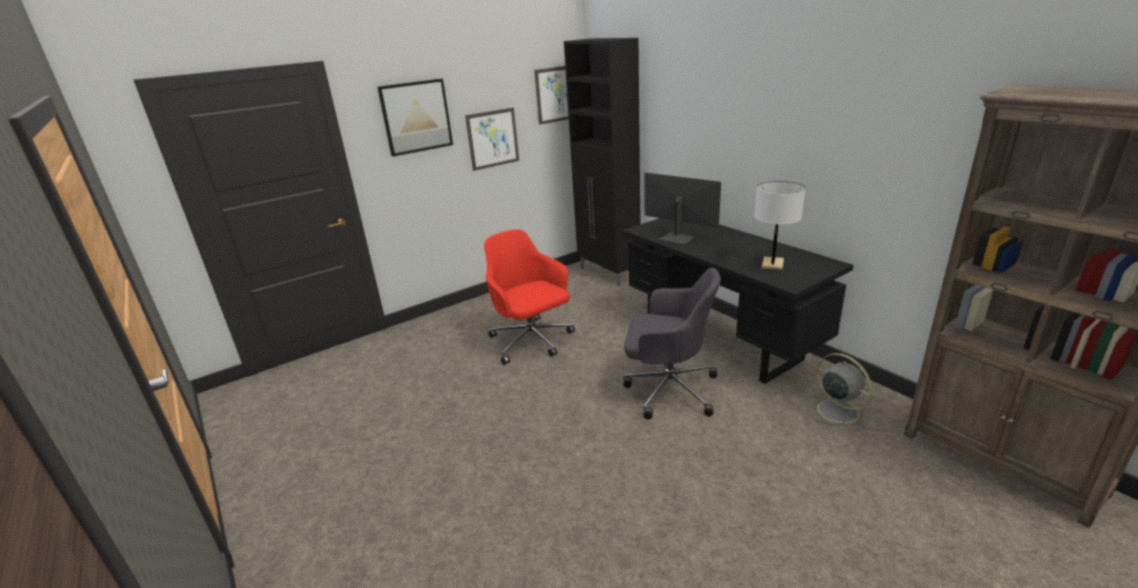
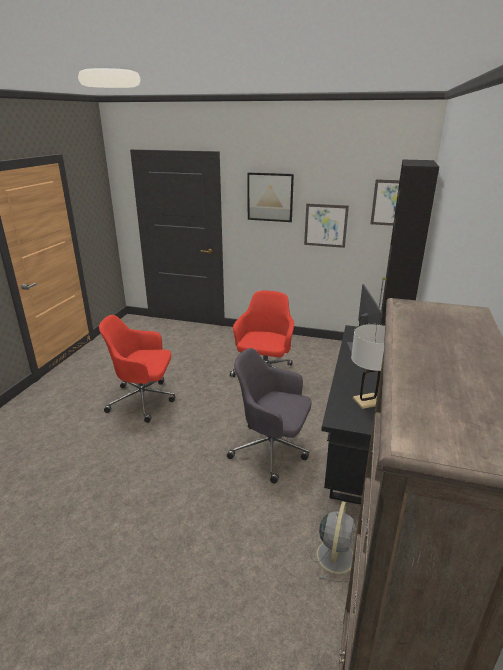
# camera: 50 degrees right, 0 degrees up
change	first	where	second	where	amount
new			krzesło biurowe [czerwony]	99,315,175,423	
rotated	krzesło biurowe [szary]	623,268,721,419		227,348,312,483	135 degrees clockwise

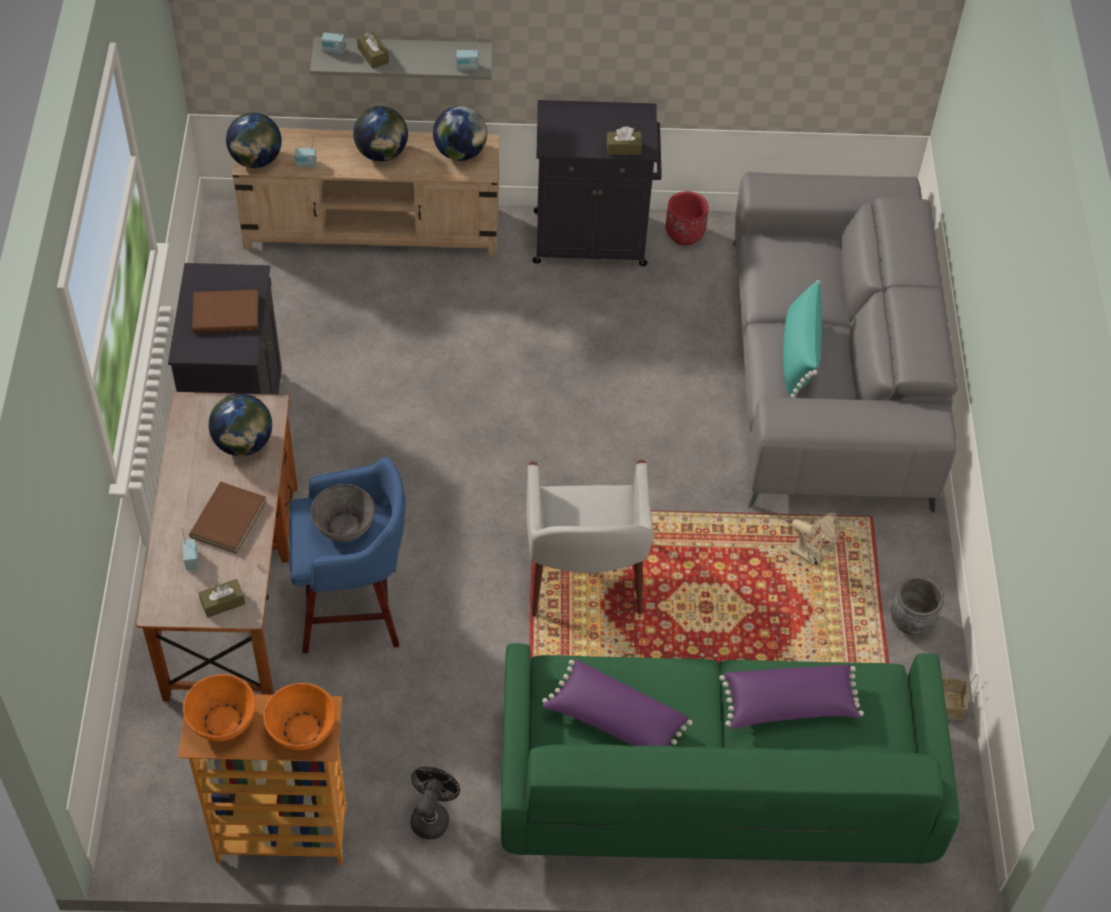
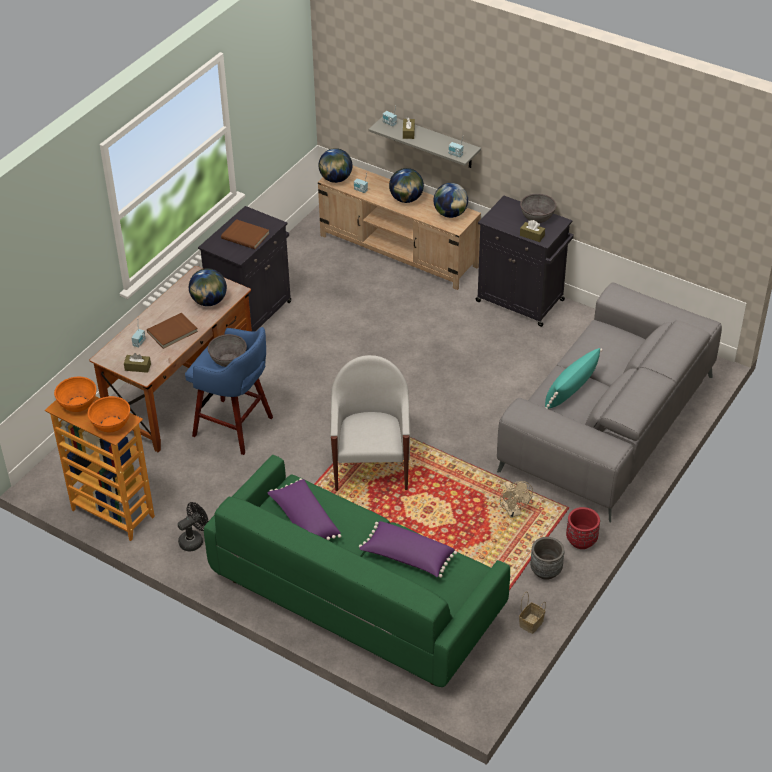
# camera: 35 degrees right, 10 degrees down
change	first	where	second	where	amount
new			miska [szary]	520,194,556,223	
shifted	donica [czerwony]	665,191,709,246		566,507,600,549	
rotated	fotel [biały]	526,460,654,617		330,355,411,491	150 degrees clockwise

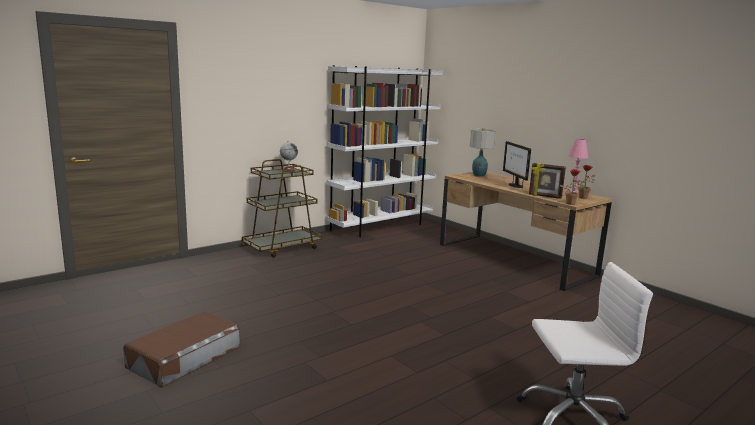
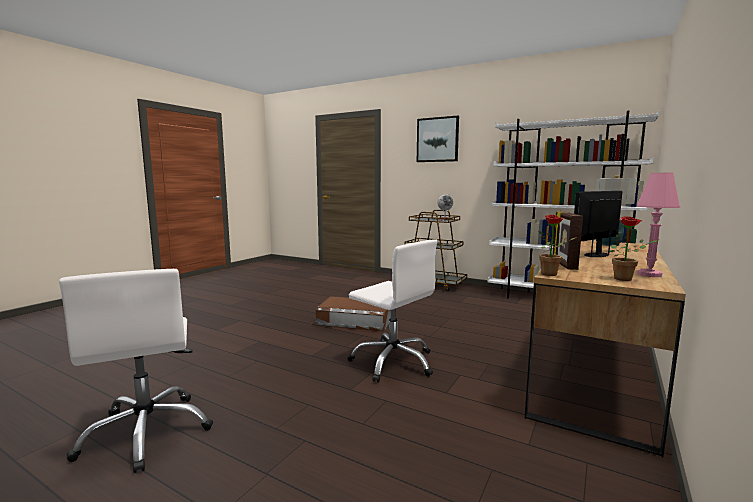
# camera: 70 degrees right, 5 degrees down
change	first	where	second	where	amount
new			krzesło biurowe [biały]	347,239,437,383	
new			obraz	417,116,459,162	
shifted	pojemnik do przechowywania [brązowy]	123,311,240,388		316,296,391,331	

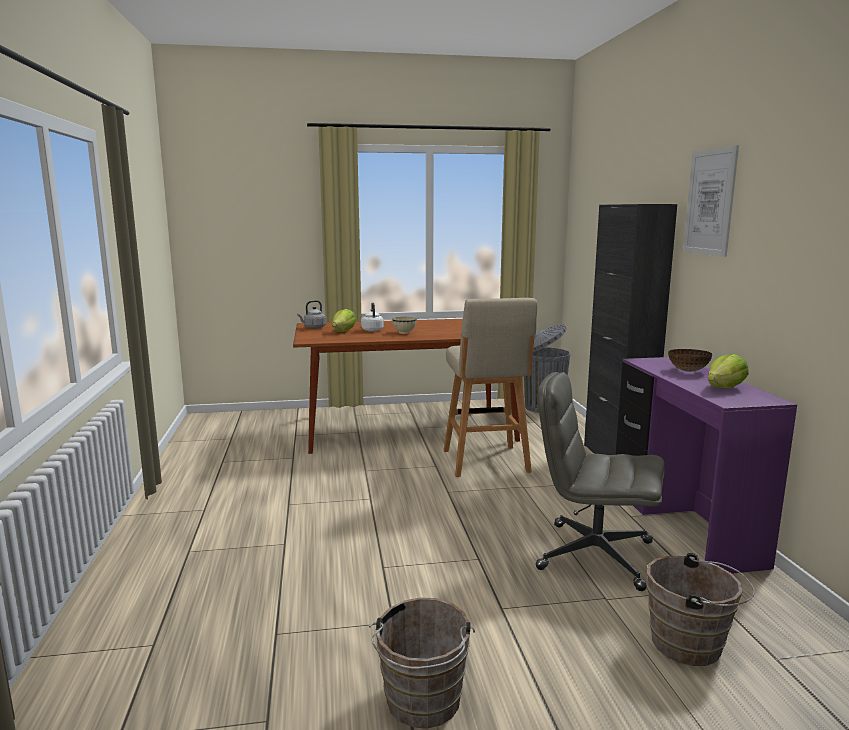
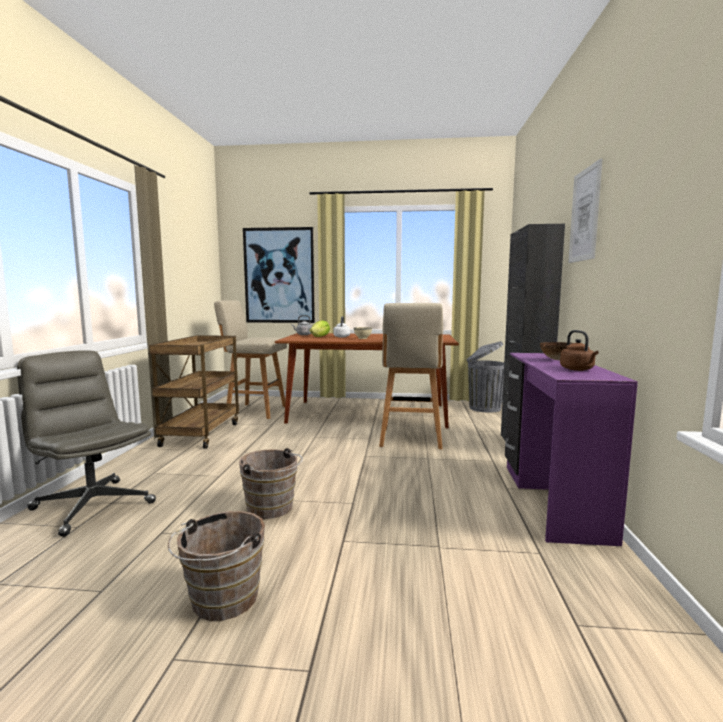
# camera: 15 degrees right, 5 degrees down
change	first	where	second	where	amount
new			wózek [brązowy]	149,335,239,449	
new			stołek [beżowy]	214,300,287,419	
new			obraz	243,227,315,323	
shifted	krzesło biurowe [szary]	536,372,665,591		17,350,156,537	
shifted	wiadro [brązowy]	646,553,755,666		239,448,303,519	
swapped	sałata	708,354,749,388	czajnik [brązowy]	560,330,598,371	

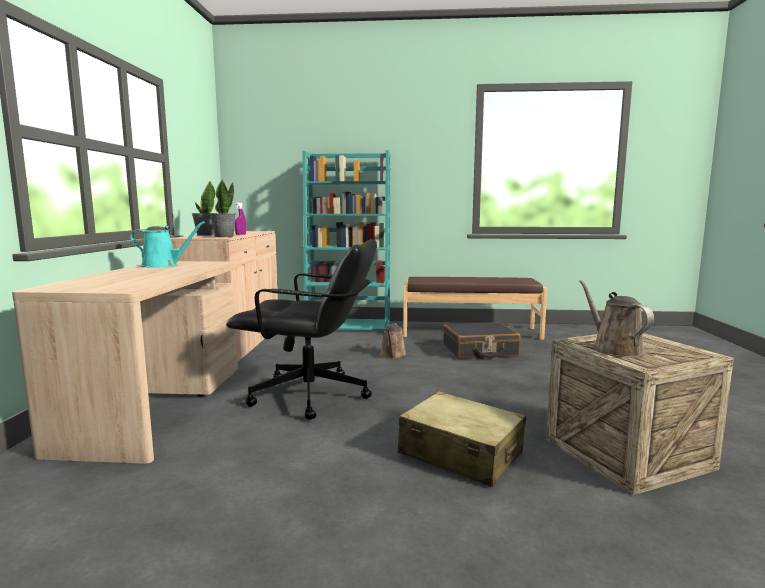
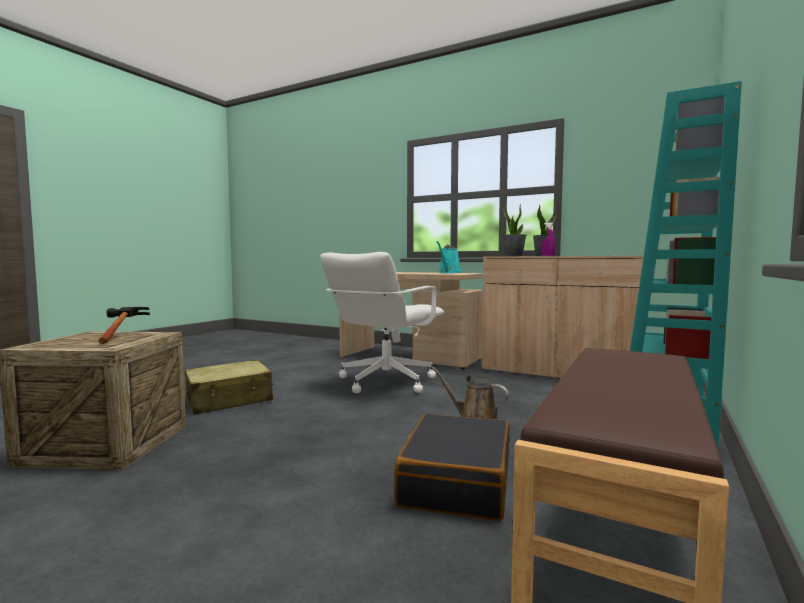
# camera: 115 degrees right, 5 degrees down
change	first	where	second	where	amount
swapped	konewka [brązowy]	579,280,654,358	młotek	99,307,150,344	
repainted	krzesło biurowe [czarny]	226,239,377,420	krzesło biurowe [biały]	320,252,444,393	

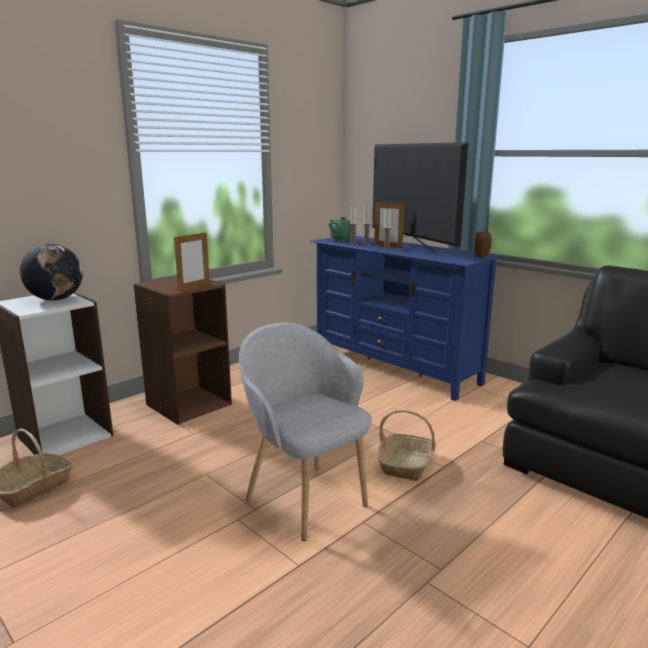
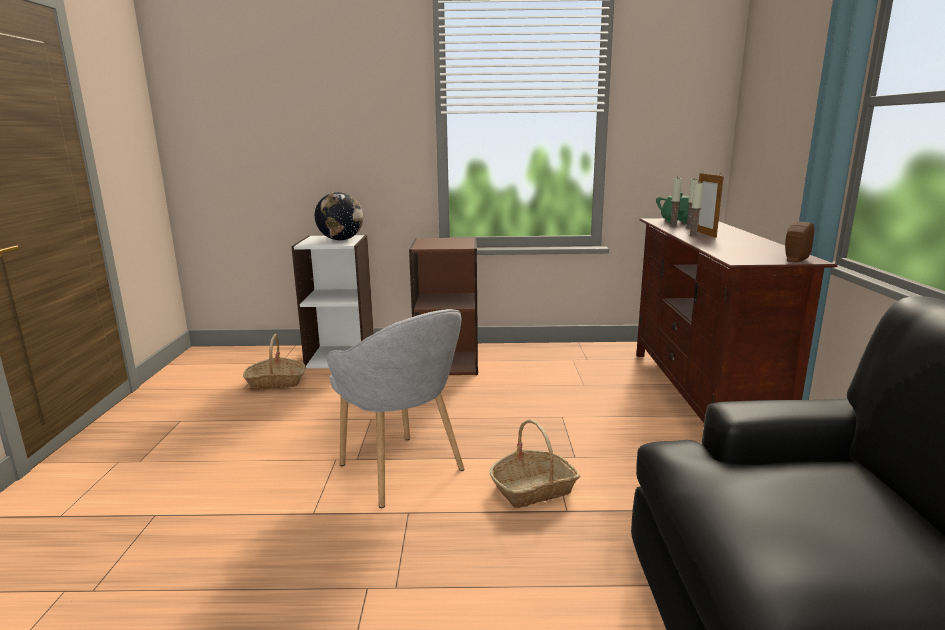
# camera: 45 degrees right, 0 degrees up
change	first	where	second	where	amount
gone	ramka na zdjęcie	174,232,210,291			
gone	telewizor	373,142,468,255			
repainted	szafka pod telewizor [niebieski]	310,236,504,401	szafka pod telewizor [brązowy]	636,218,837,423	
rotated	fotel [szary]	239,323,372,541		327,309,465,508	135 degrees clockwise

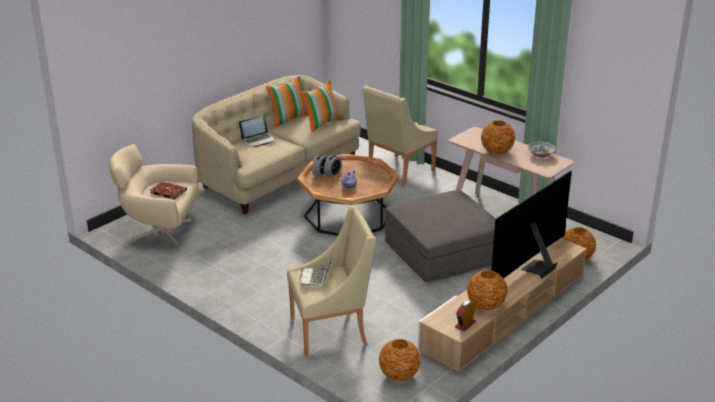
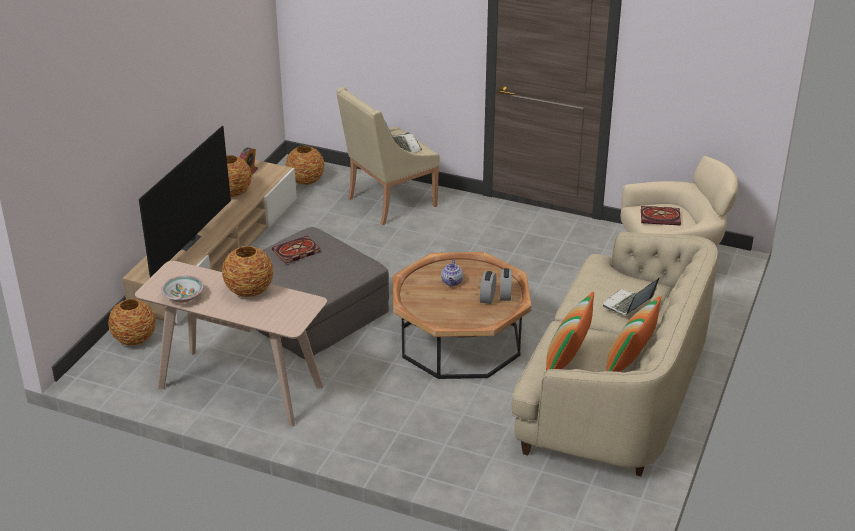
# camera: 160 degrees right, 5 degrees up
change	first	where	second	where	amount
gone	fotel [beżowy]	363,85,438,187			
new			książka	272,236,321,264	

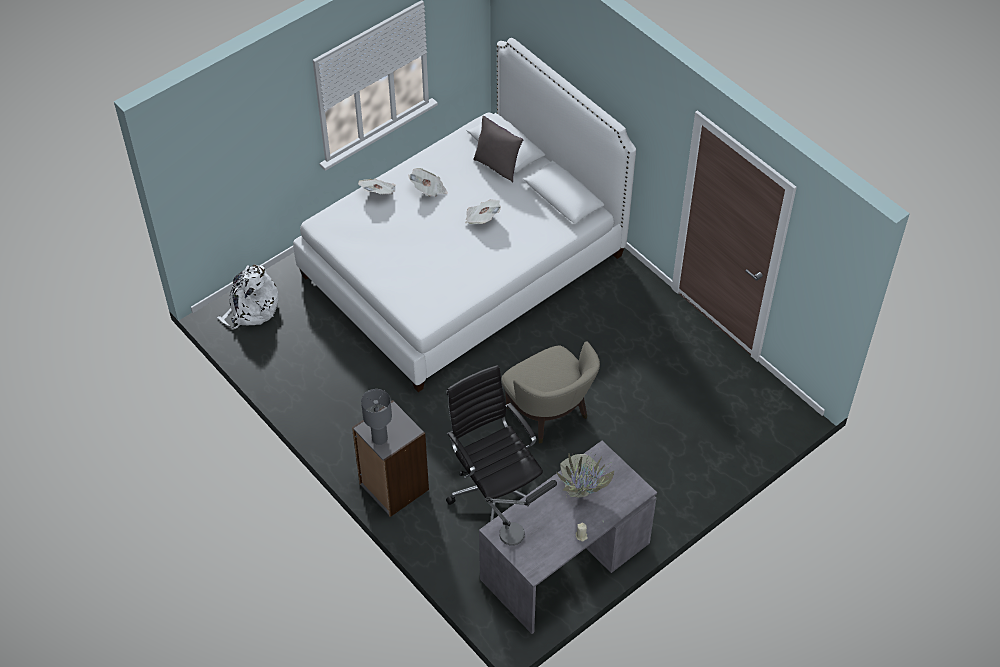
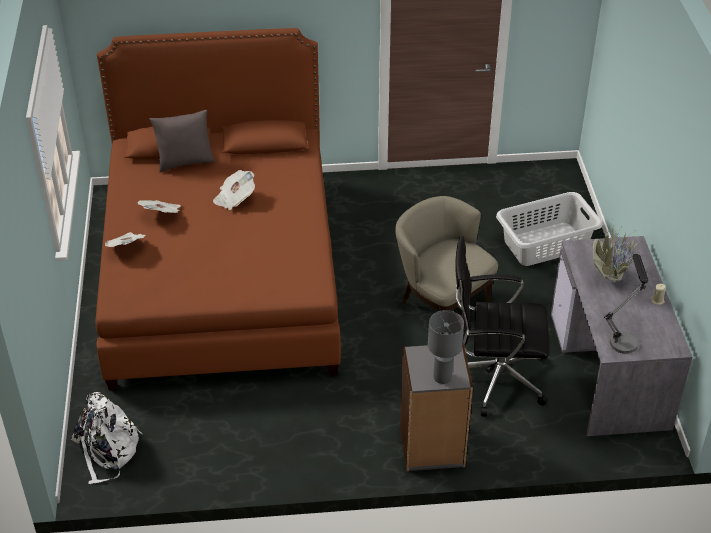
# camera: 55 degrees left, 10 degrees down
change	first	where	second	where	amount
new			kosz na pranie [szary]	496,192,602,266	
repainted	łóżko [biały]	293,38,636,392	łóżko [brązowy]	95,28,341,391	
rotated	fotel [beżowy]	501,342,600,443		395,196,498,334	135 degrees counterclockwise

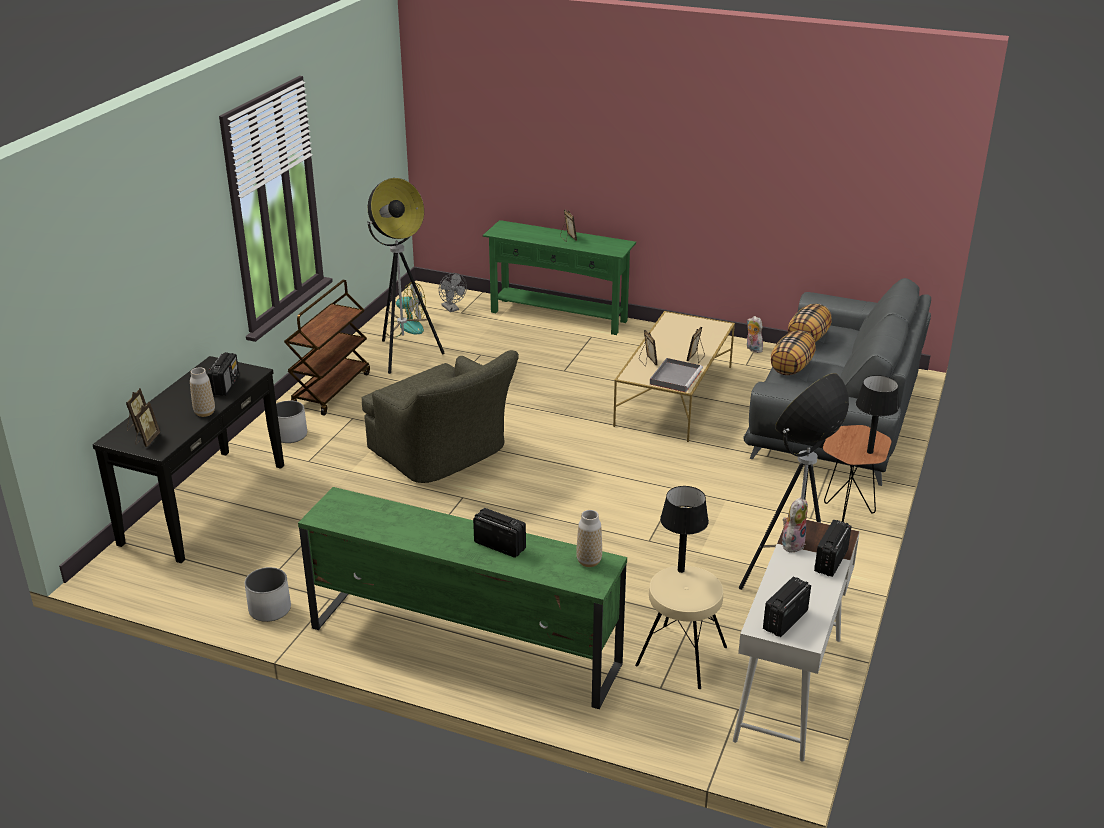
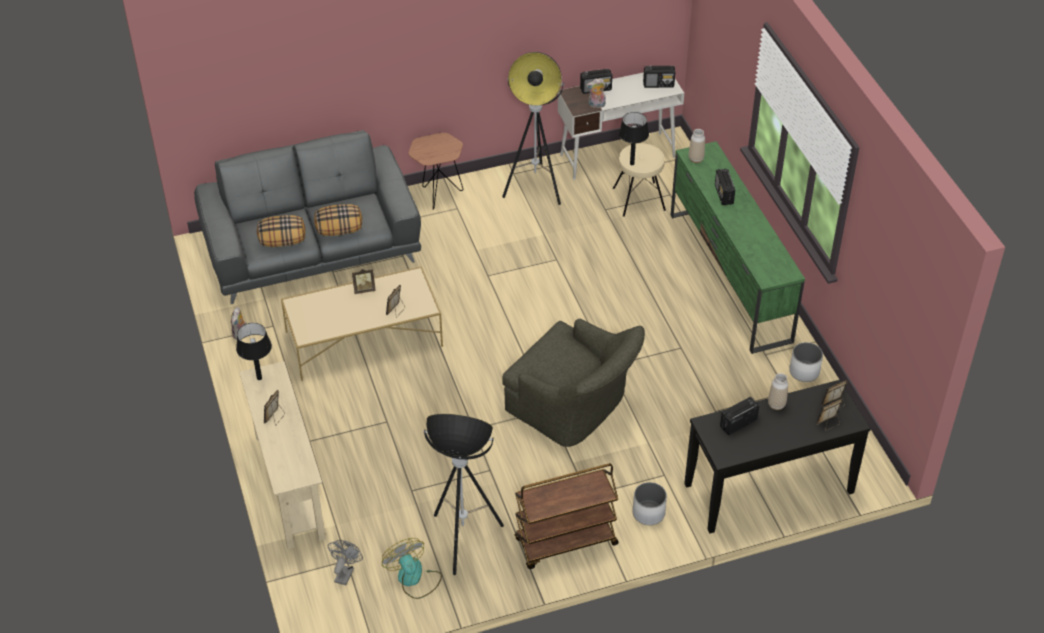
# camera: 130 degrees left, 15 degrees up
change	first	where	second	where	amount
gone	taca [szary]	650,358,703,392			
shifted	lampa stołowa [czarny]	856,375,899,454		236,323,272,380	
repainted	stolik konsolowy [zielony]	483,220,636,335	stolik konsolowy [beżowy]	239,361,326,549	
rotated	fotel [zielony]	362,350,519,483		502,319,645,447	120 degrees clockwise

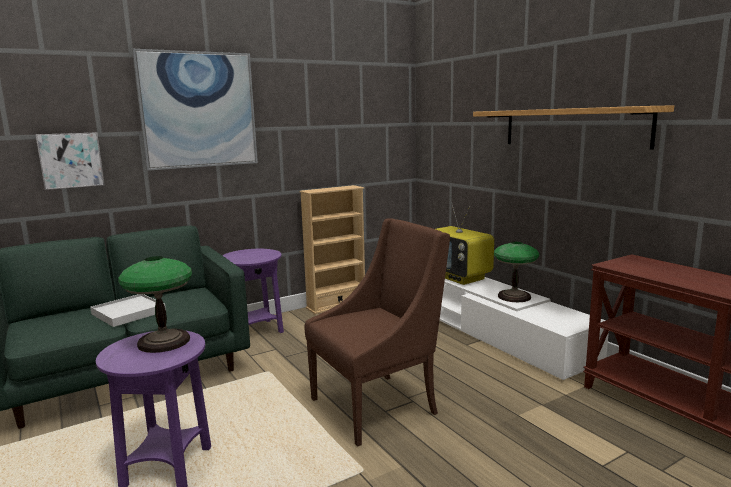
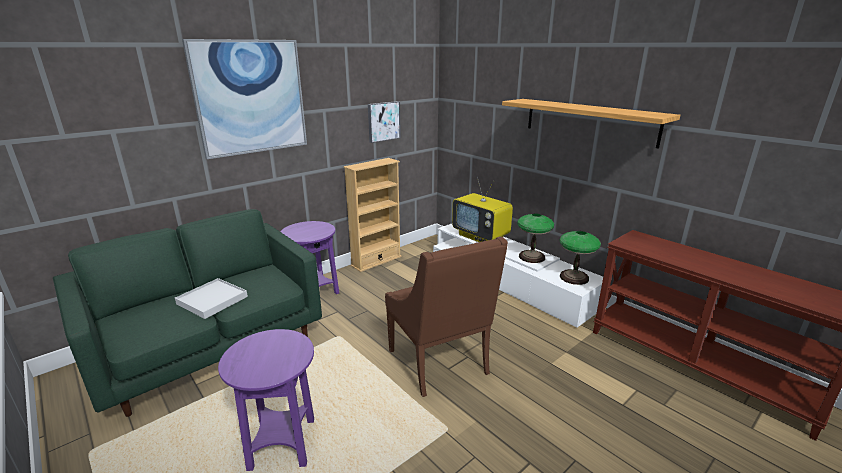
# camera: 10 degrees left, 10 degrees up
change	first	where	second	where	amount
shifted	obraz	36,132,105,190		368,101,401,143	
shifted	lampa stołowa	118,256,192,353		560,231,601,285	
rotated	fotel [brązowy]	305,218,450,447		385,237,508,397	105 degrees clockwise

